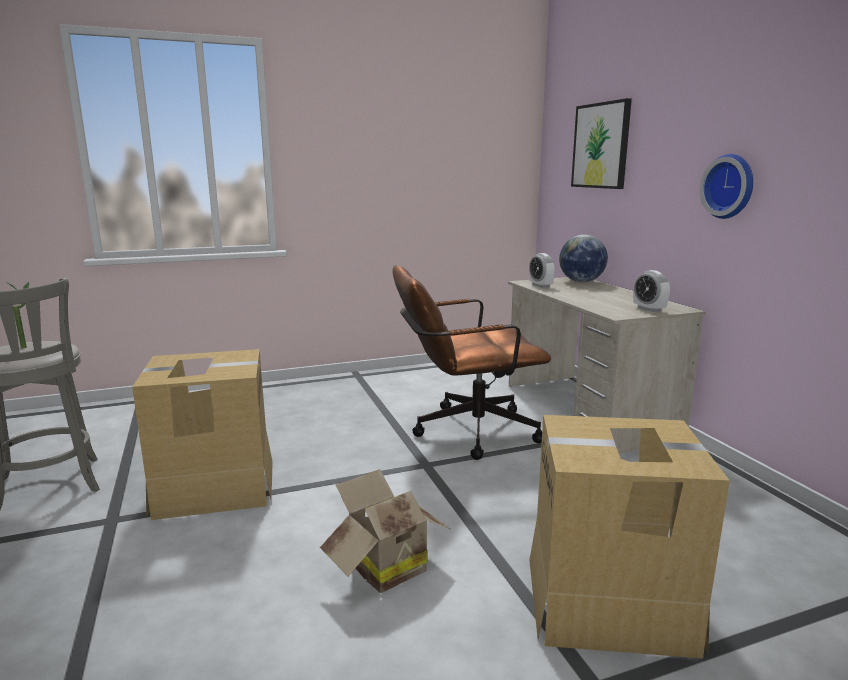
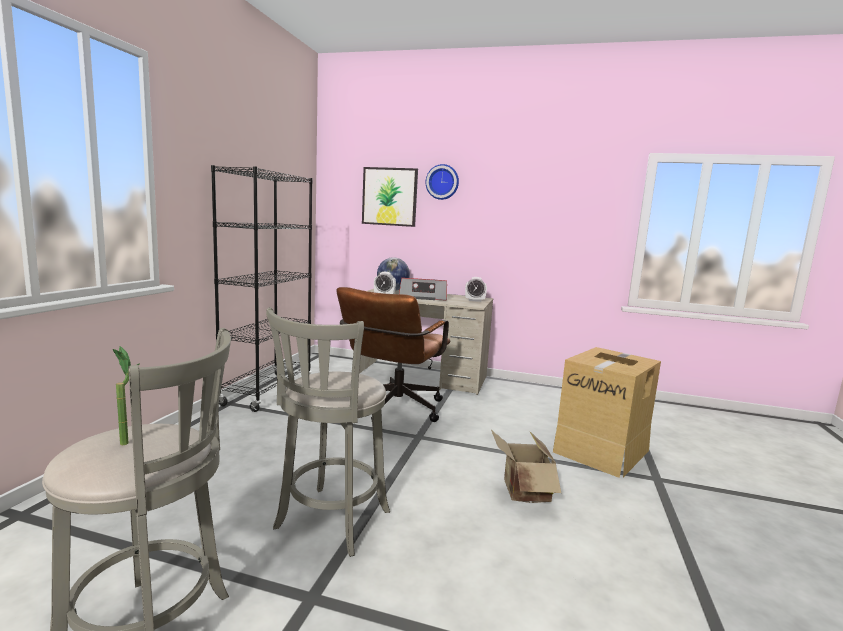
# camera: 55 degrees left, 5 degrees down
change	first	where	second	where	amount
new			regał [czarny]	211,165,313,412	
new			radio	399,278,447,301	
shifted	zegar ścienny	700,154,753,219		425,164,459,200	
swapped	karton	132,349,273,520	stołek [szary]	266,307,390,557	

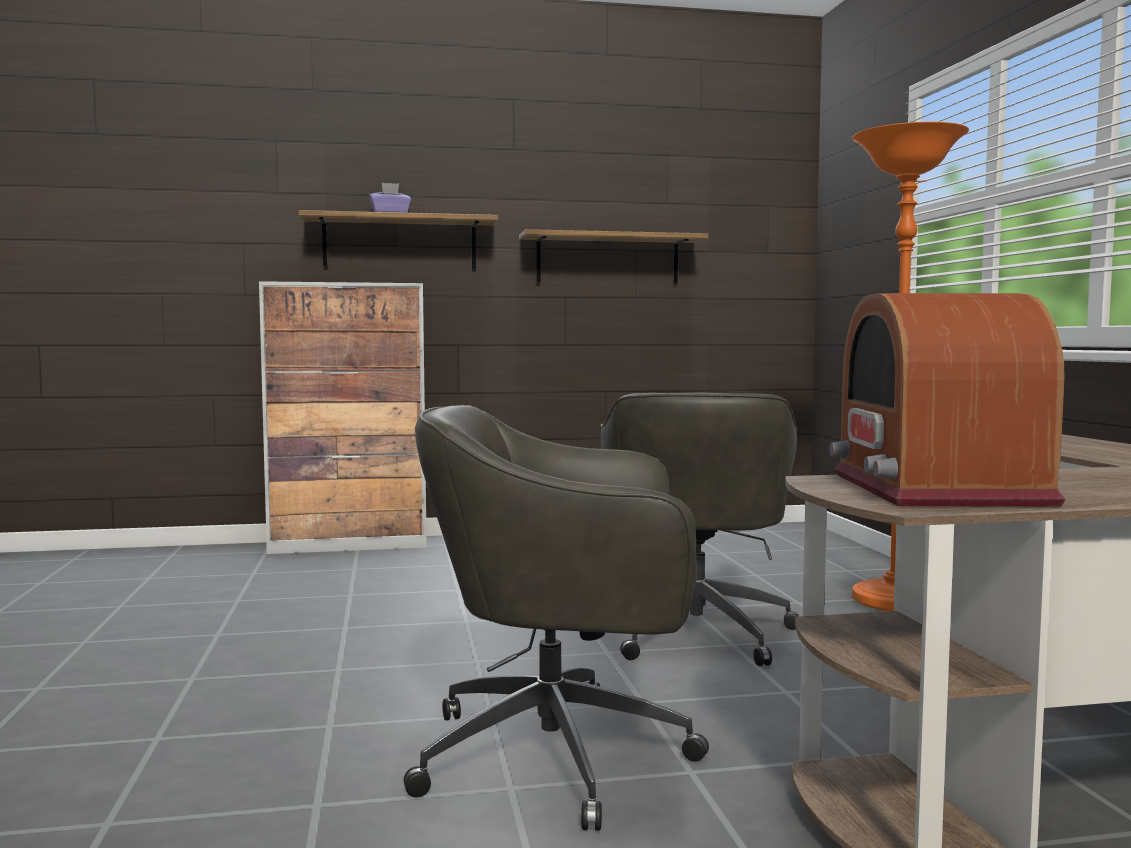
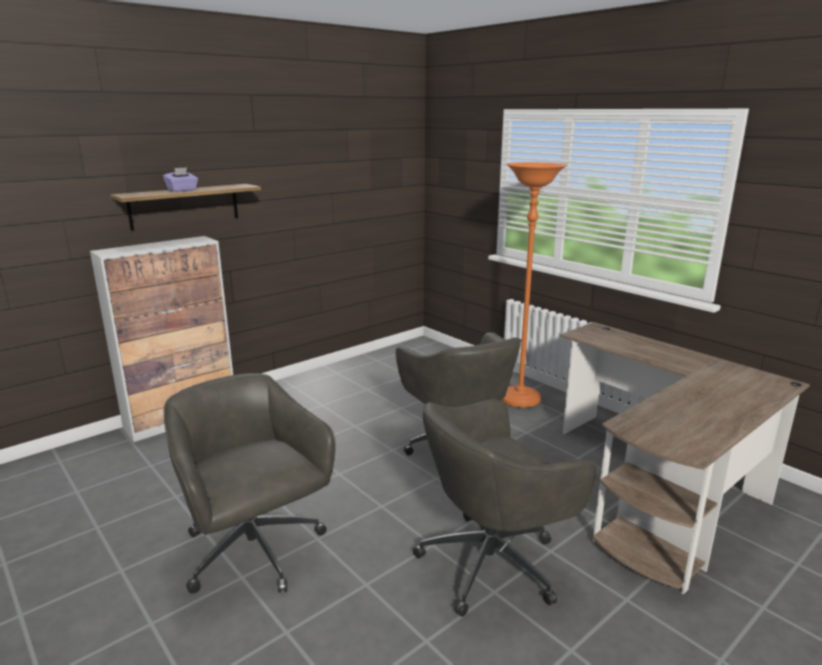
# camera: 30 degrees left, 15 degrees up
change	first	where	second	where	amount
gone	półka	519,229,708,284			
gone	radio	830,293,1065,506			
new			krzesło biurowe [szary]	164,373,336,594	

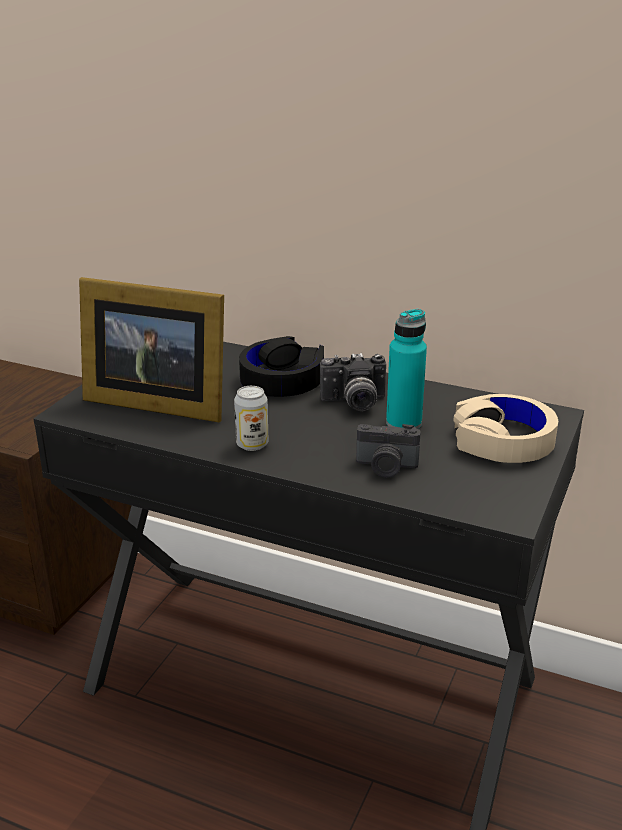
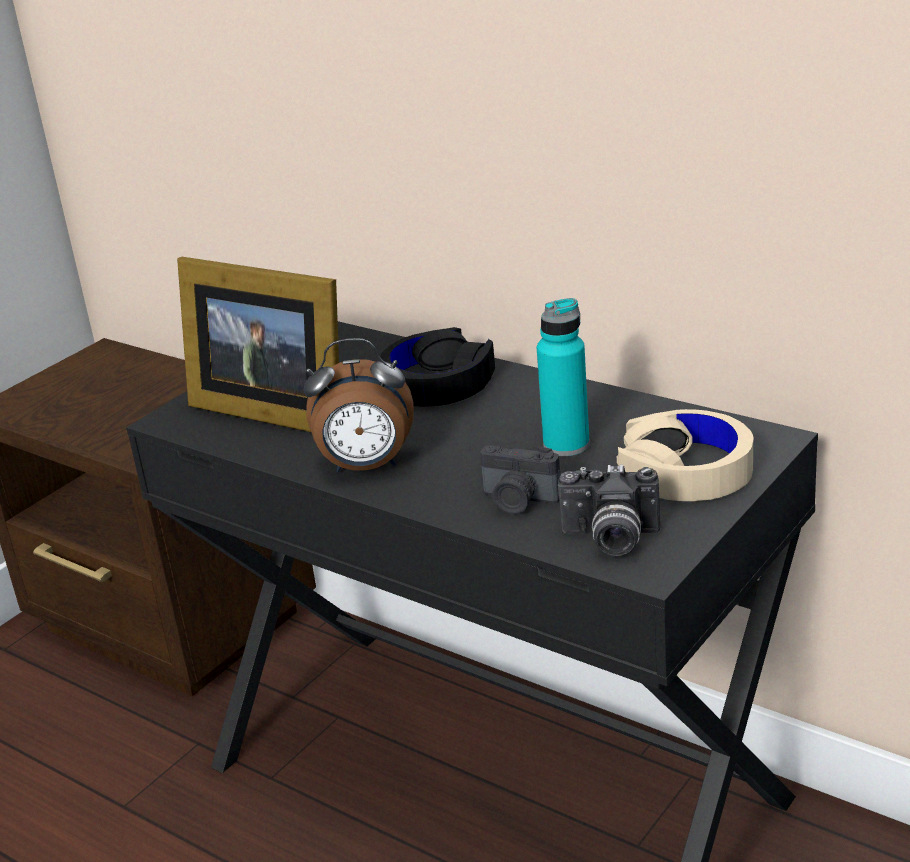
# camera: 15 degrees right, 0 degrees up
change	first	where	second	where	amount
shifted	aparat fotograficzny	320,353,386,411		558,464,660,556	
swapped	puszka	234,386,268,451	budzik	304,338,414,472	

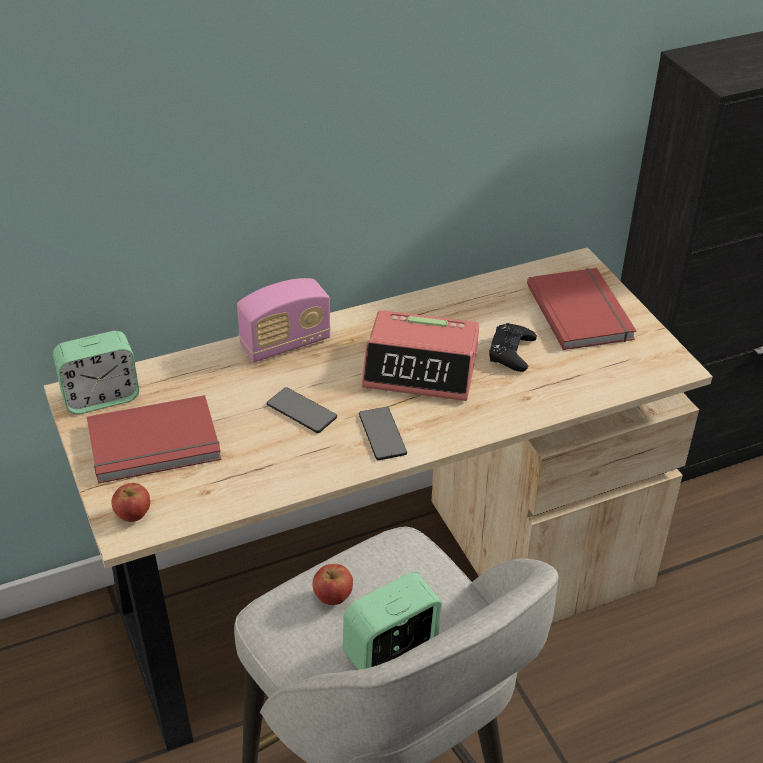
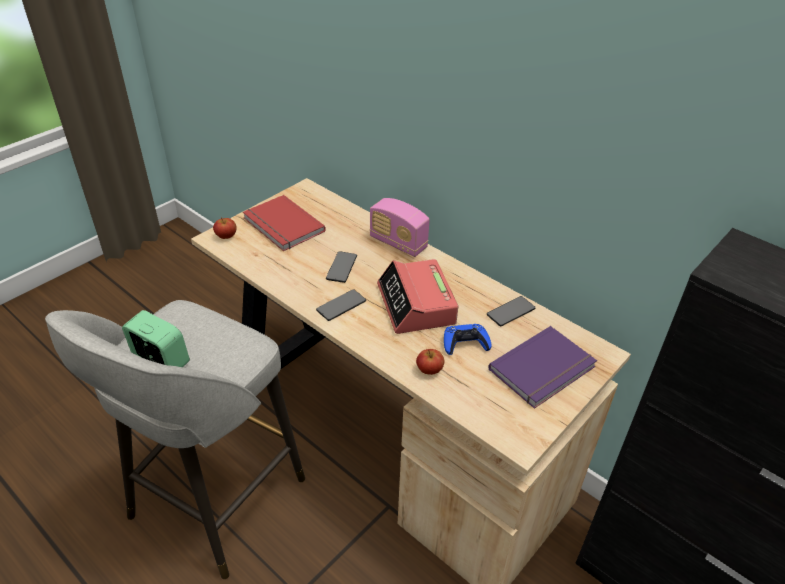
# camera: 65 degrees right, 0 degrees up
change	first	where	second	where	amount
gone	budzik	53,331,139,414			
new			telefon	487,296,535,326	
shifted	jabłko	313,564,353,605		416,349,444,375	
repainted	pad do gier [czarny]	489,323,537,372	pad do gier [niebieski]	444,324,492,355	
repainted	książka [czerwony]	527,268,636,350	książka [fioletowy]	488,326,597,409	

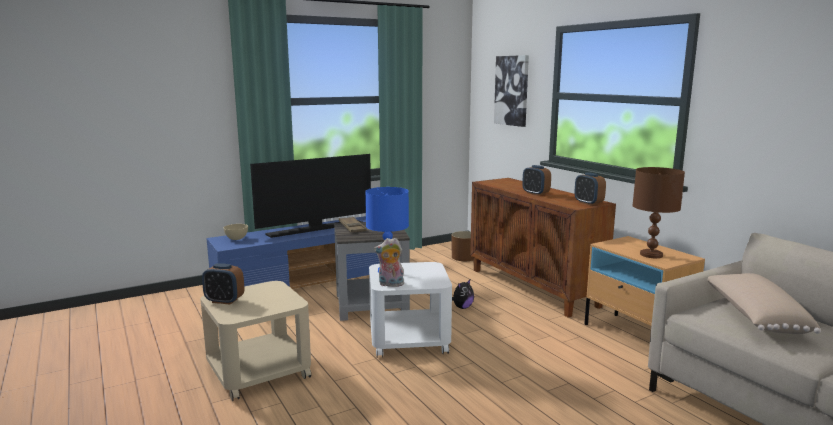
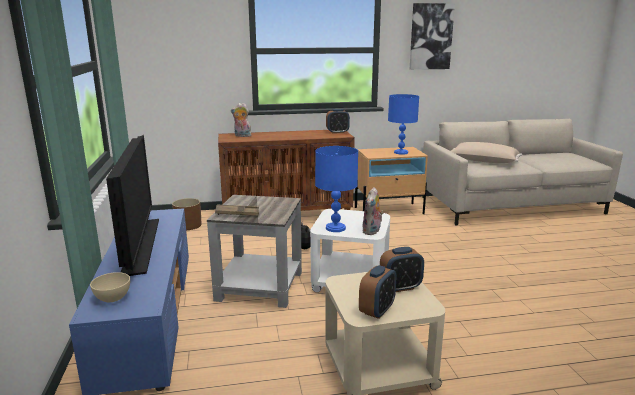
# camera: 70 degrees left, 5 degrees up
change	first	where	second	where	amount
new			pluszak	231,103,253,137	
shifted	obraz	494,55,529,127		410,3,455,70	
shifted	budzik	522,165,551,196		380,247,424,292	
repainted	lampa stołowa [brązowy]	632,167,685,258	lampa stołowa [niebieski]	388,94,419,155	

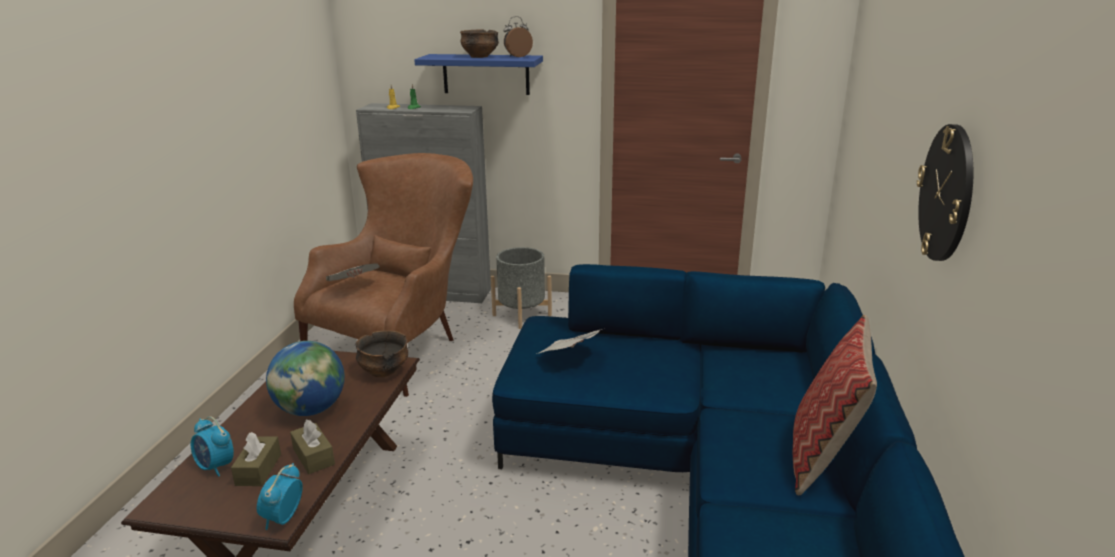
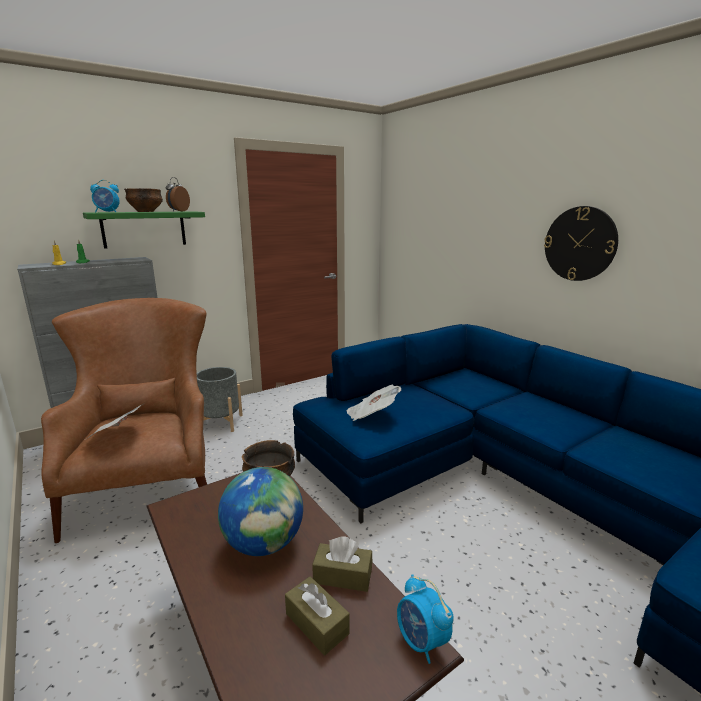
# camera: 45 degrees left, 5 degrees down
change	first	where	second	where	amount
gone	poduszka	793,315,877,496			
shifted	budzik	191,416,234,477		90,180,120,212	
repainted	półka [niebieski]	414,54,543,95	półka [zielony]	83,211,205,249	

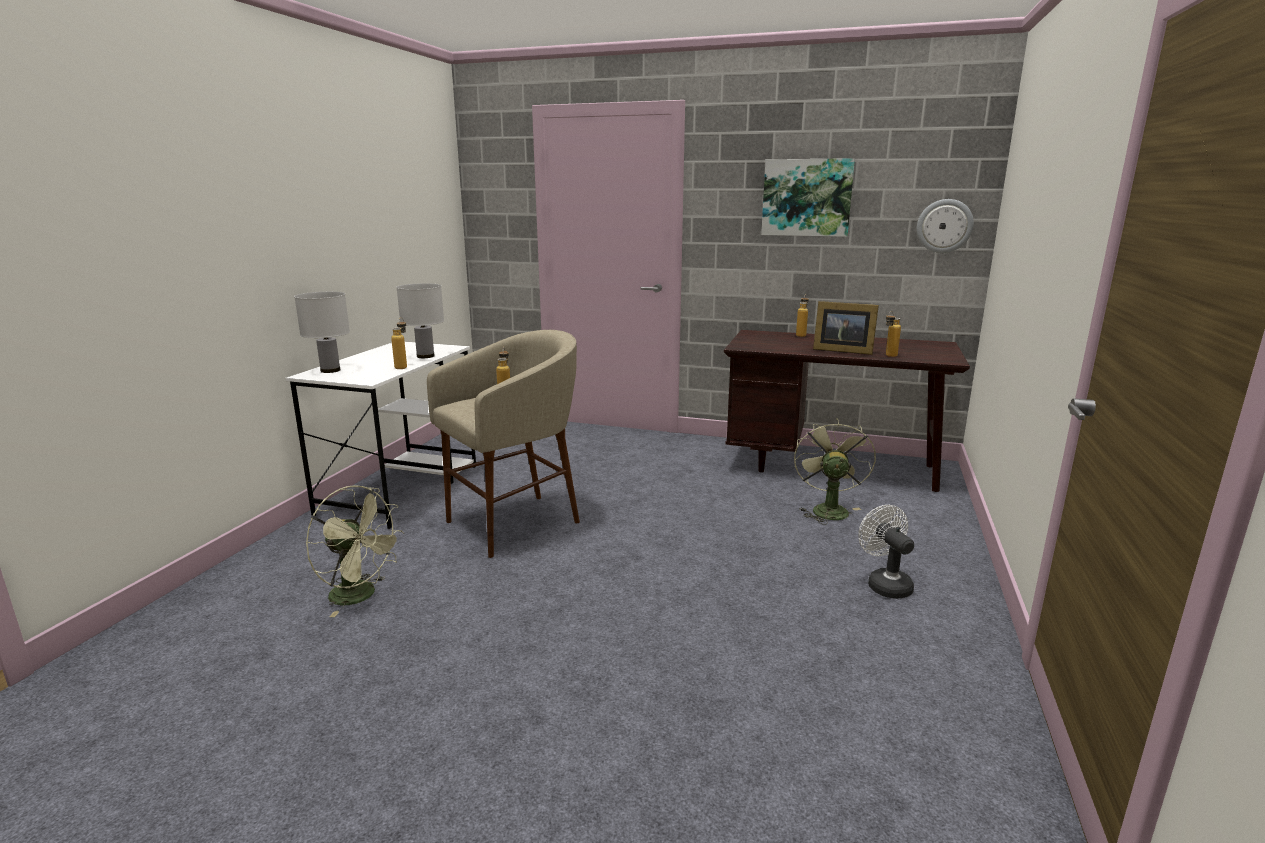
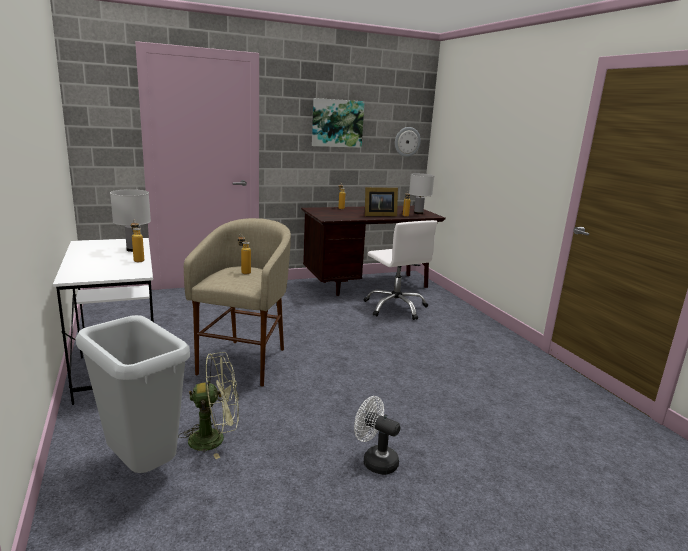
# camera: 40 degrees left, 0 degrees up
change	first	where	second	where	amount
new			kosz na śmieci [szary]	75,315,190,473	
shifted	lampa stołowa [biały]	294,292,350,373		409,173,434,214	
shifted	wentylator [biały]	858,505,914,599		354,396,400,475	
swapped	wentylator [zielony]	794,418,876,525	krzesło biurowe [biały]	364,220,437,320	

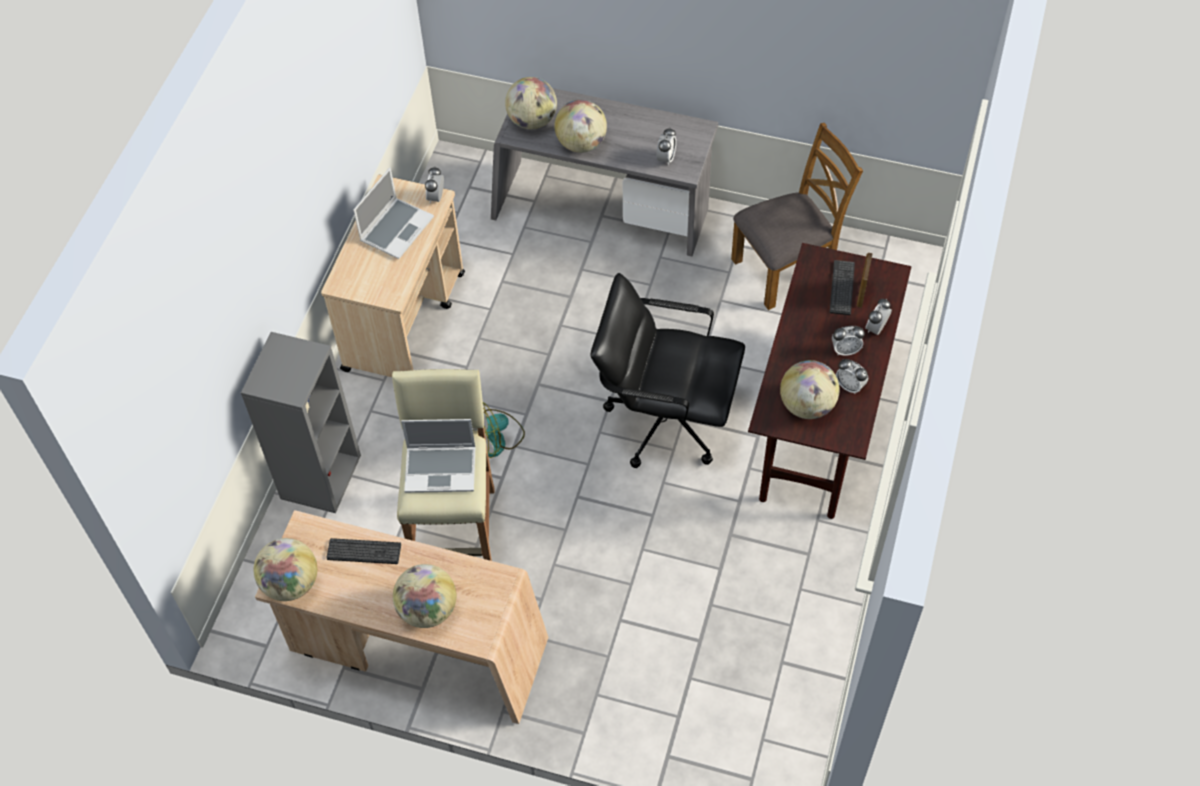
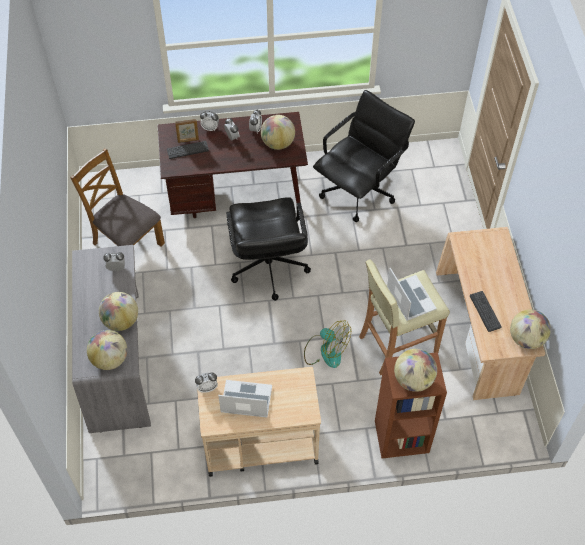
# camera: 115 degrees left, 0 degrees up
change	first	where	second	where	amount
new			krzesło biurowe [czarny]	313,90,415,222	
shifted	globus	393,564,456,628		394,349,437,392	
repainted	regał [szary]	241,332,361,513	regał [brązowy]	375,352,447,458	

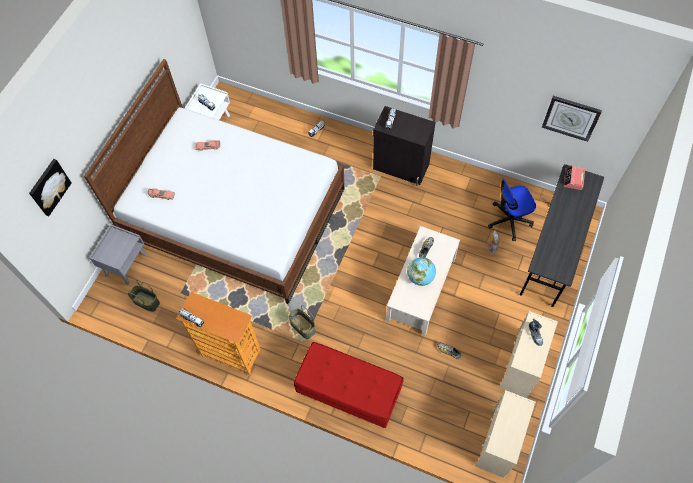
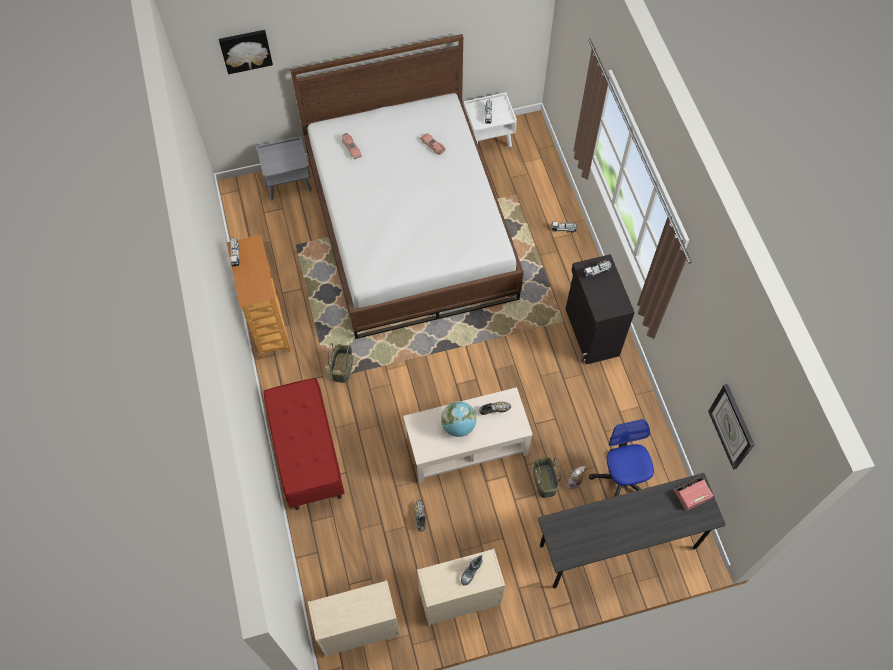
# camera: 50 degrees right, 0 degrees up
change	first	where	second	where	amount
shifted	koszyk	128,280,160,312		533,457,561,498	
rotated	krzesło biurowe	488,178,536,241		589,419,654,497	45 degrees clockwise

